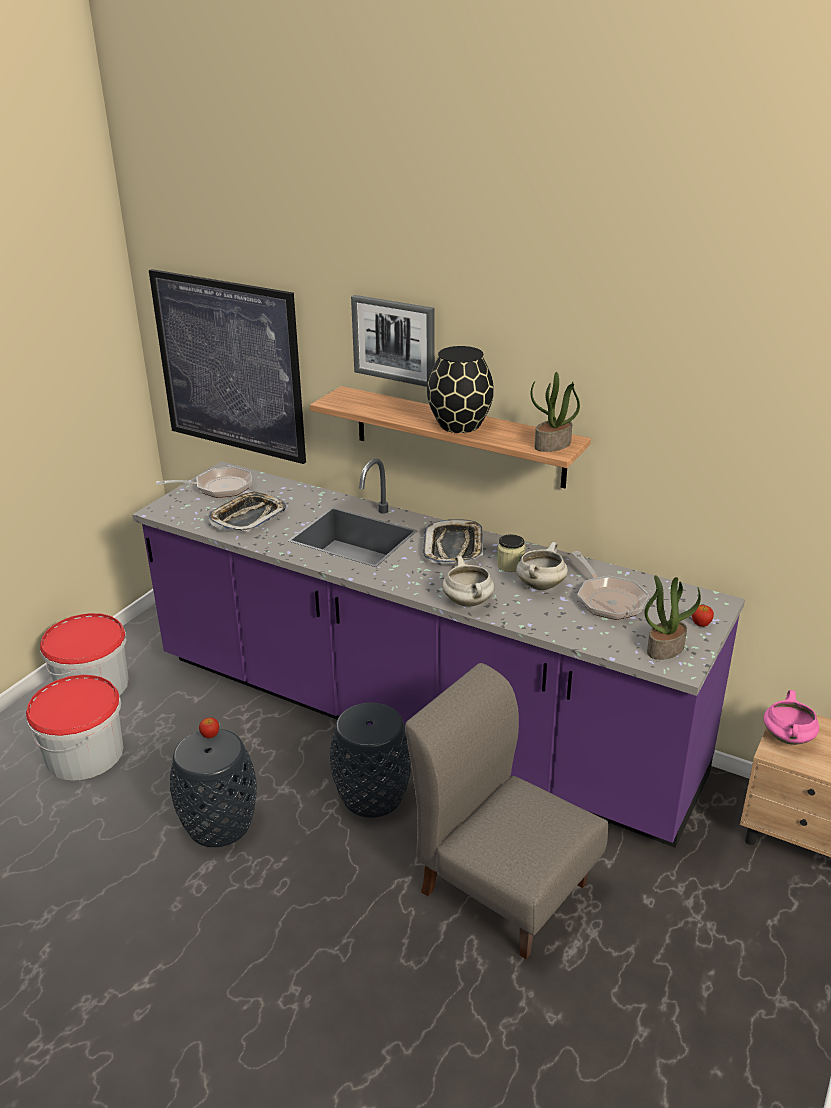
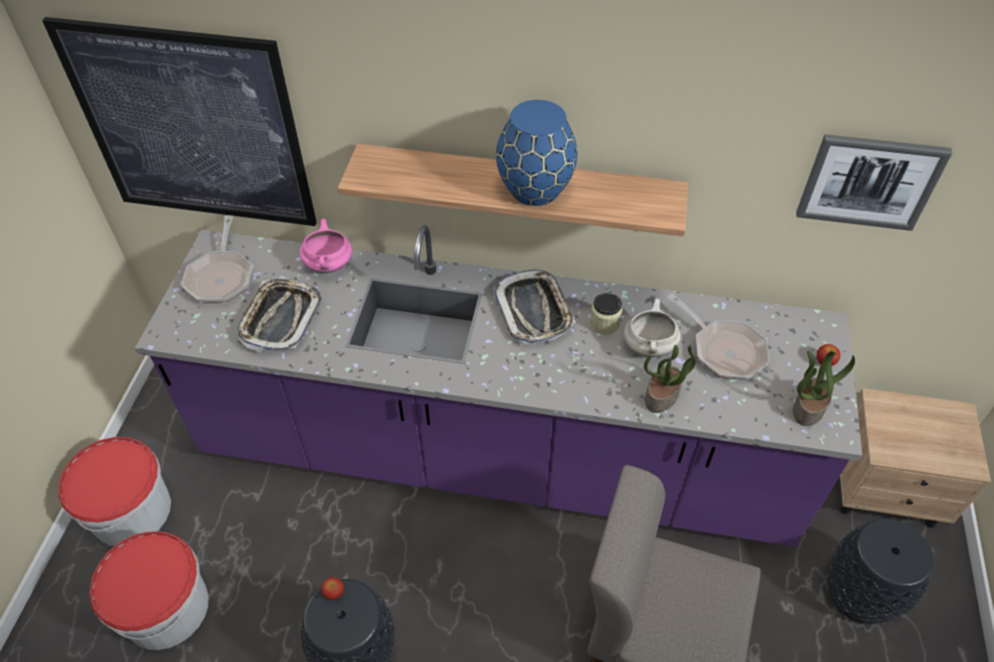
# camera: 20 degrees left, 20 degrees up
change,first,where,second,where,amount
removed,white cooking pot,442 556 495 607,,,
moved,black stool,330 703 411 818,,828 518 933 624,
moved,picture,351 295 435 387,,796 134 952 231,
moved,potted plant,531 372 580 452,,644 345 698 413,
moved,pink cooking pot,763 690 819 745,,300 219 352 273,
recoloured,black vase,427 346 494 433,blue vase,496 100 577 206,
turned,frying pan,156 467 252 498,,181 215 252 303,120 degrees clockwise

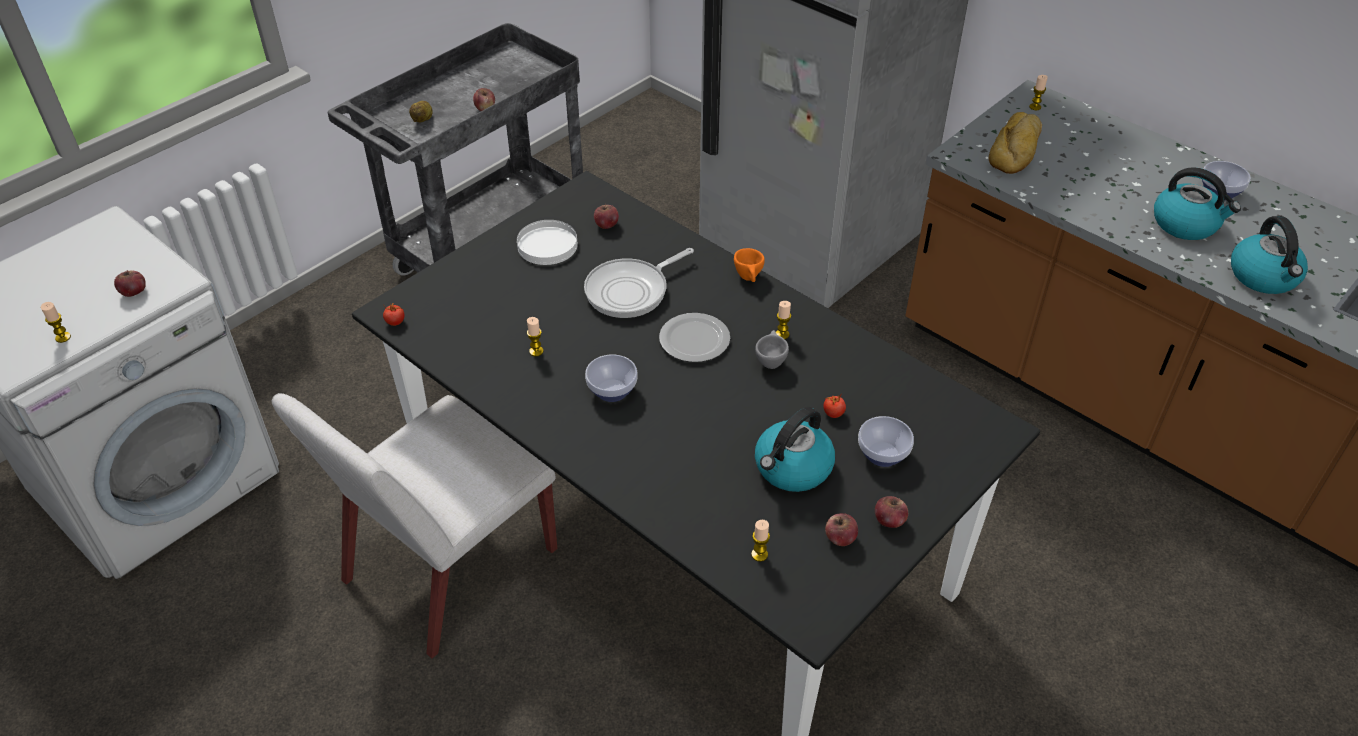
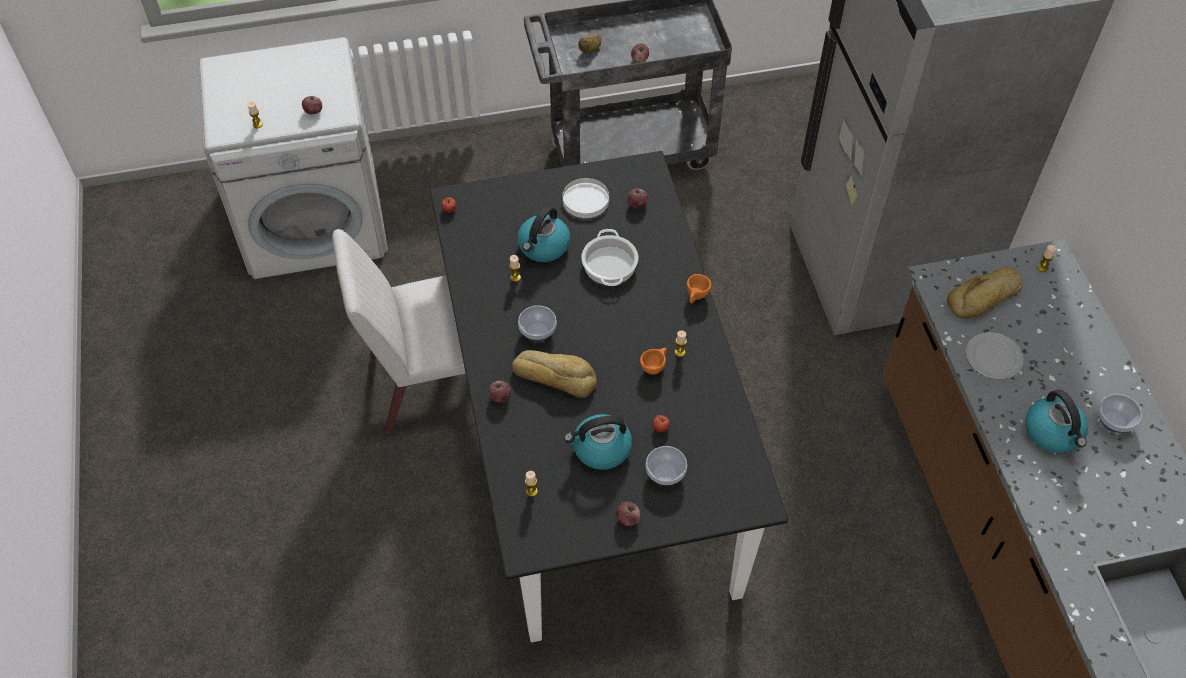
# camera: 35 degrees right, 10 degrees up
change,first,where,second,where,amount
added,,,bread,512 350 597 398,
moved,plate,659 313 730 362,,966 332 1024 380,
moved,apple,825 513 858 546,,489 381 511 403,
moved,kettle,1231 216 1308 294,,517 206 570 262,
replaced,frying pan,584 248 694 318,cooking pot,581 229 638 286,
recoloured,grey cup,755 330 789 369,orange cup,640 348 667 374,

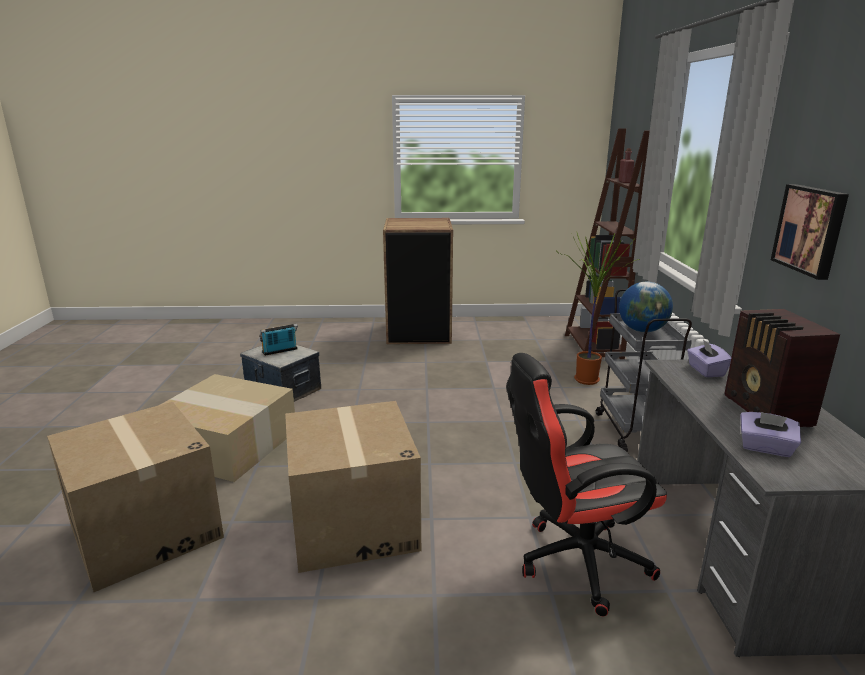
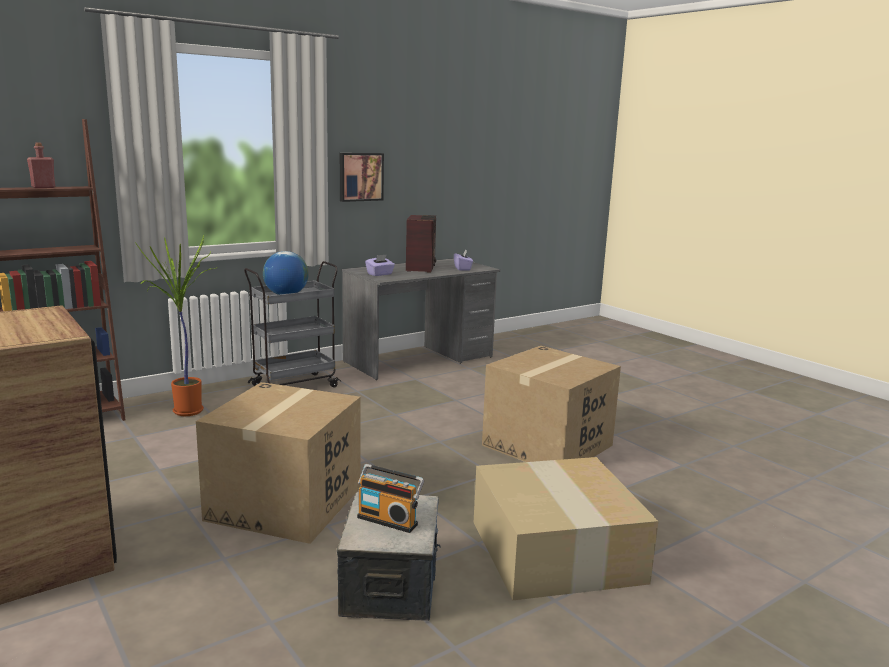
# camera: 125 degrees left, 5 degrees down
change,first,where,second,where,amount
removed,black office chair,506 353 667 617,,,
moved,cardboard box,47 402 224 592,,196 382 361 544,
turned,radio,724 309 840 427,,406 215 436 273,45 degrees counterclockwise

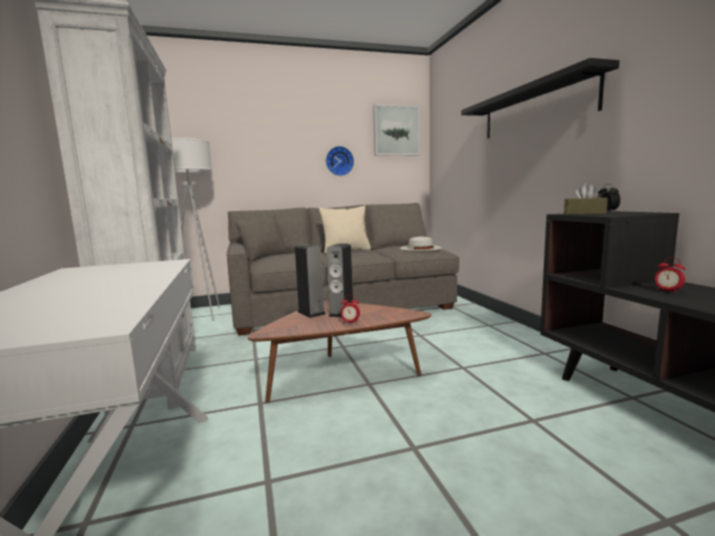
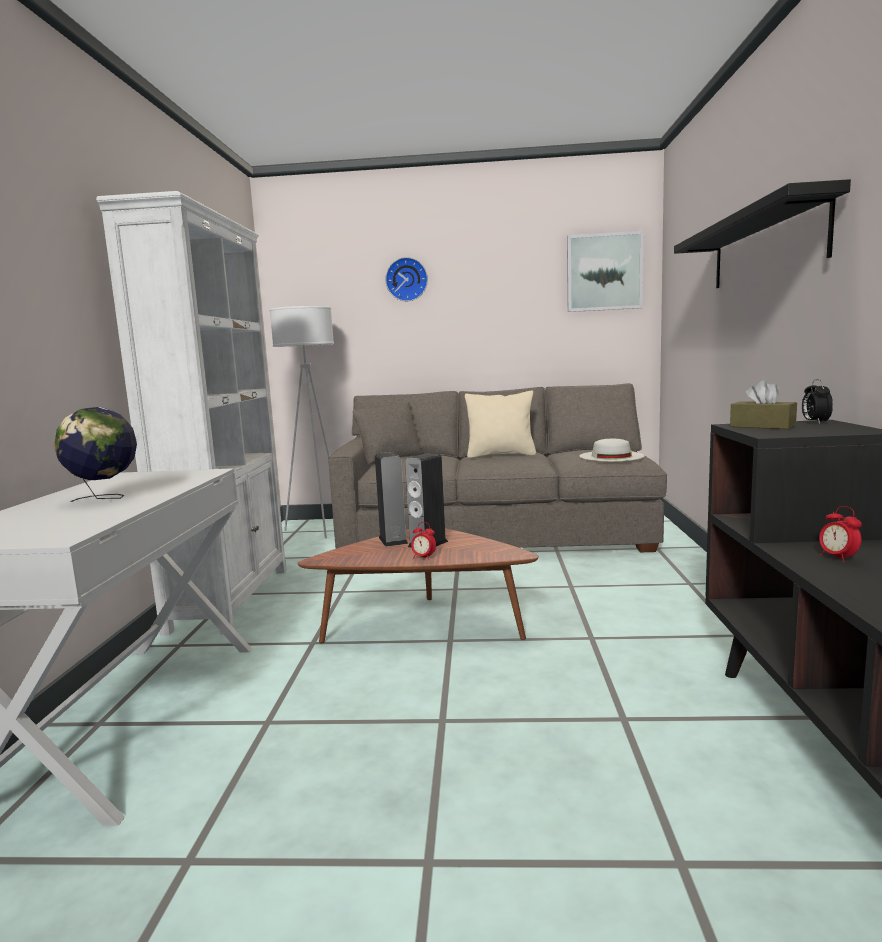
# camera: 20 degrees right, 0 degrees up
change,first,where,second,where,amount
added,,,globe,54 407 137 502,
moved,wall clock,326 146 354 176,,385 257 428 301,

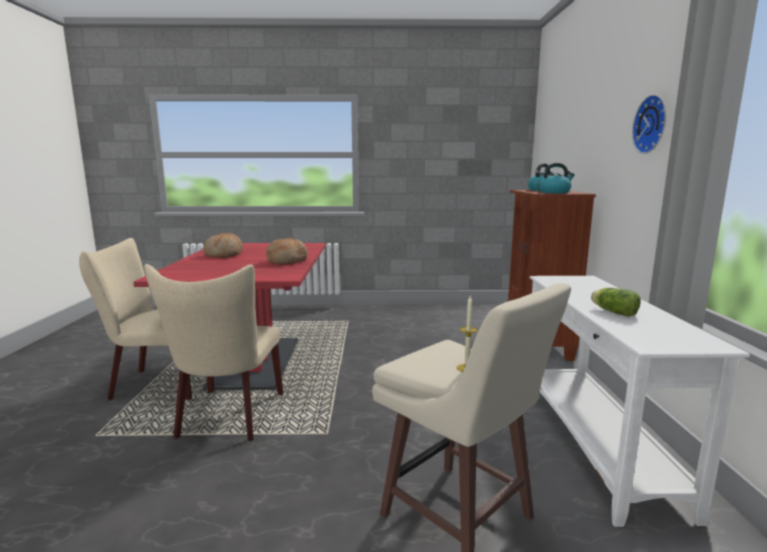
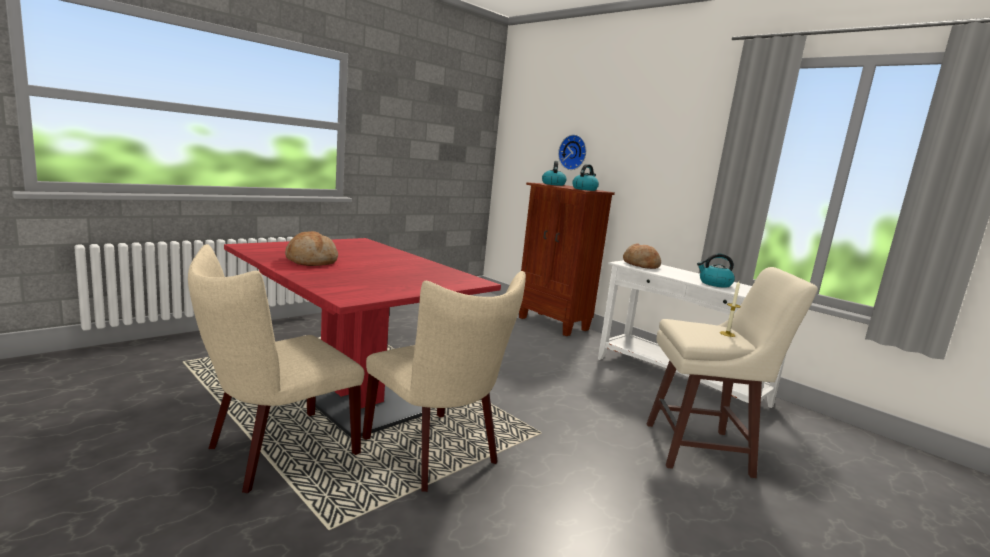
# camera: 45 degrees left, 0 degrees up
change,first,where,second,where,amount
moved,bread,266 238 308 265,,623 243 661 269,
moved,wall clock,632 94 666 154,,558 135 586 170,
replaced,lettuce,591 288 641 317,kettle,697 254 735 288,

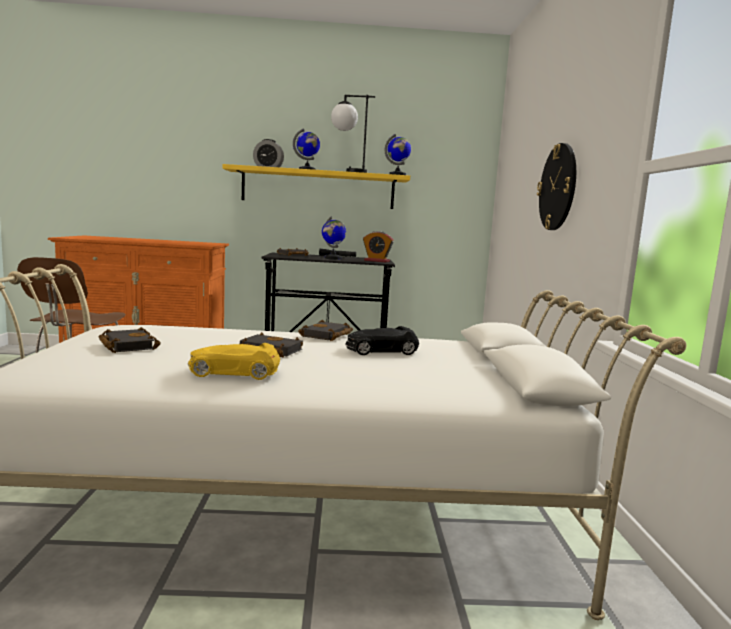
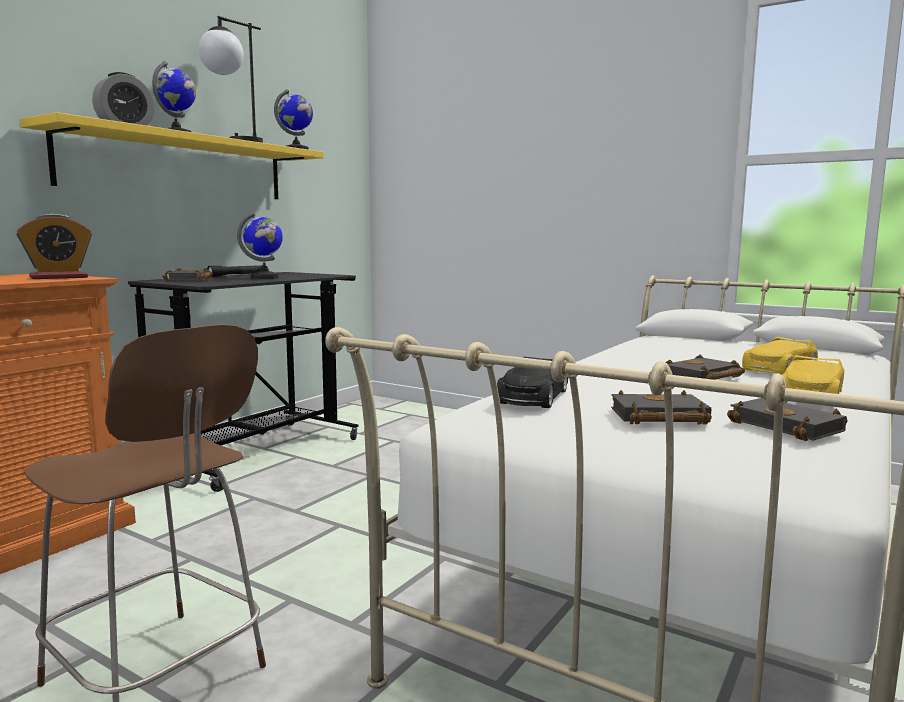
# camera: 55 degrees left, 0 degrees up
change,first,where,second,where,amount
removed,wall clock,537 143 576 230,,,
added,,,yellow toy car,742 337 818 375,
moved,black book,298 320 353 341,,727 398 848 441,
moved,black toy car,345 326 419 355,,497 357 568 408,
moved,alarm clock,363 231 394 262,,16 214 92 279,

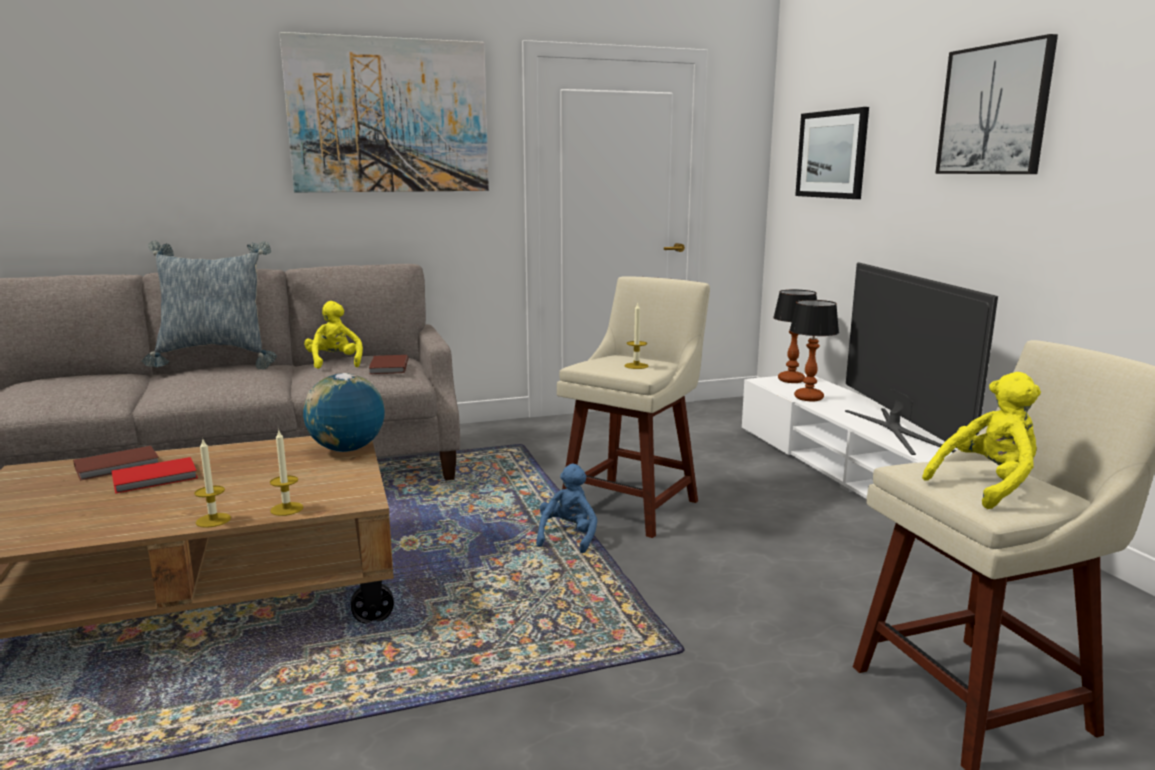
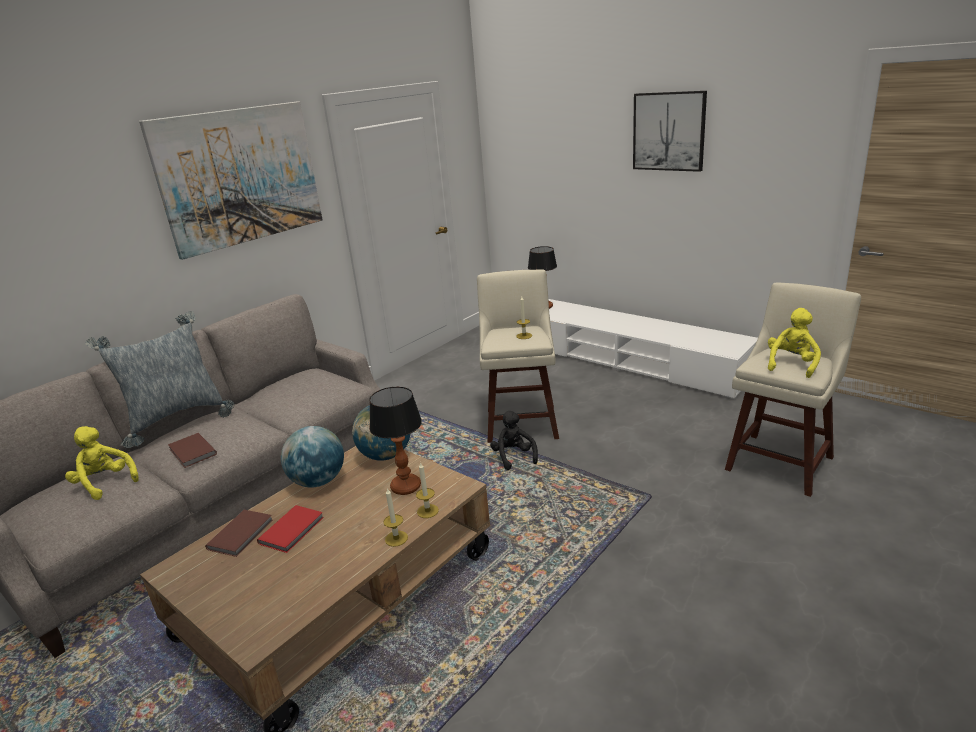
# camera: 30 degrees left, 10 degrees up
change,first,where,second,where,amount
removed,picture,795 107 869 199,,,
removed,television,845 262 998 455,,,
added,,,globe,281 426 344 488,
moved,yellow plush toy,304 301 363 369,,65 426 139 500,
moved,brown book,369 355 408 374,,168 433 217 468,
moved,table lamp,790 300 839 401,,369 387 422 495,
recoloured,blue plush toy,536 464 597 553,black plush toy,490 411 538 470,

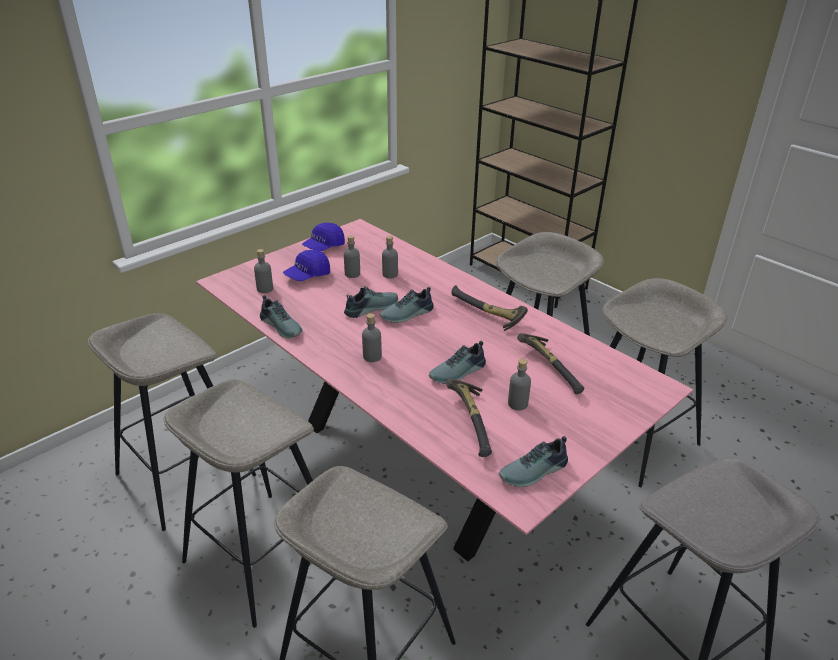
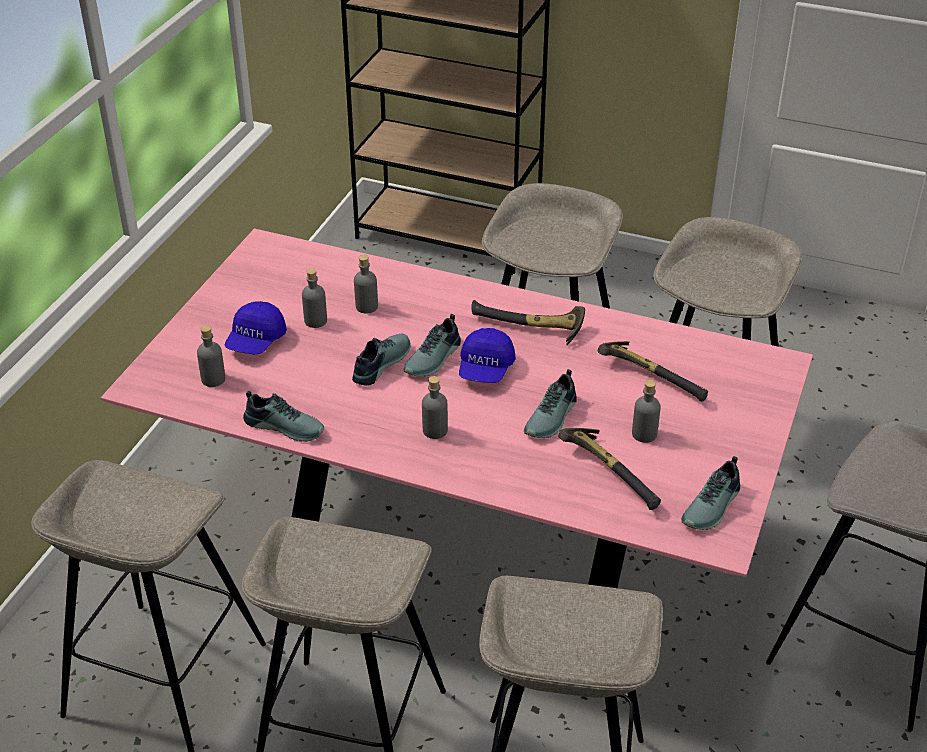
# camera: 25 degrees left, 5 degrees up
change,first,where,second,where,amount
moved,blue cap,302 223 345 251,,459 328 516 383,

